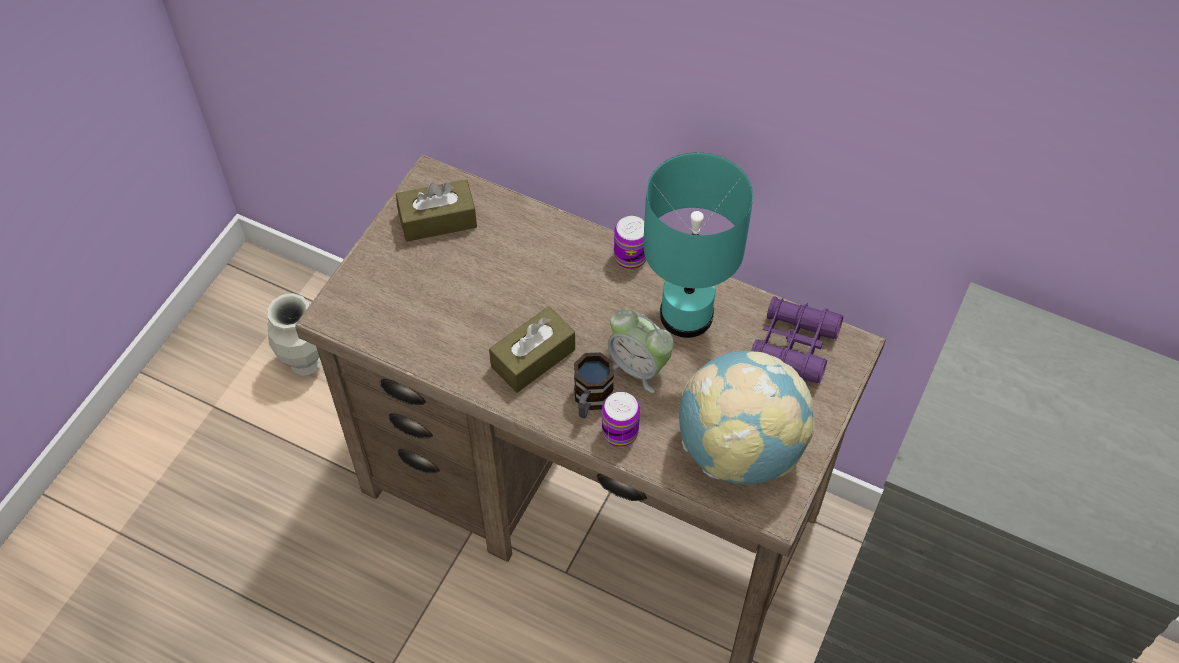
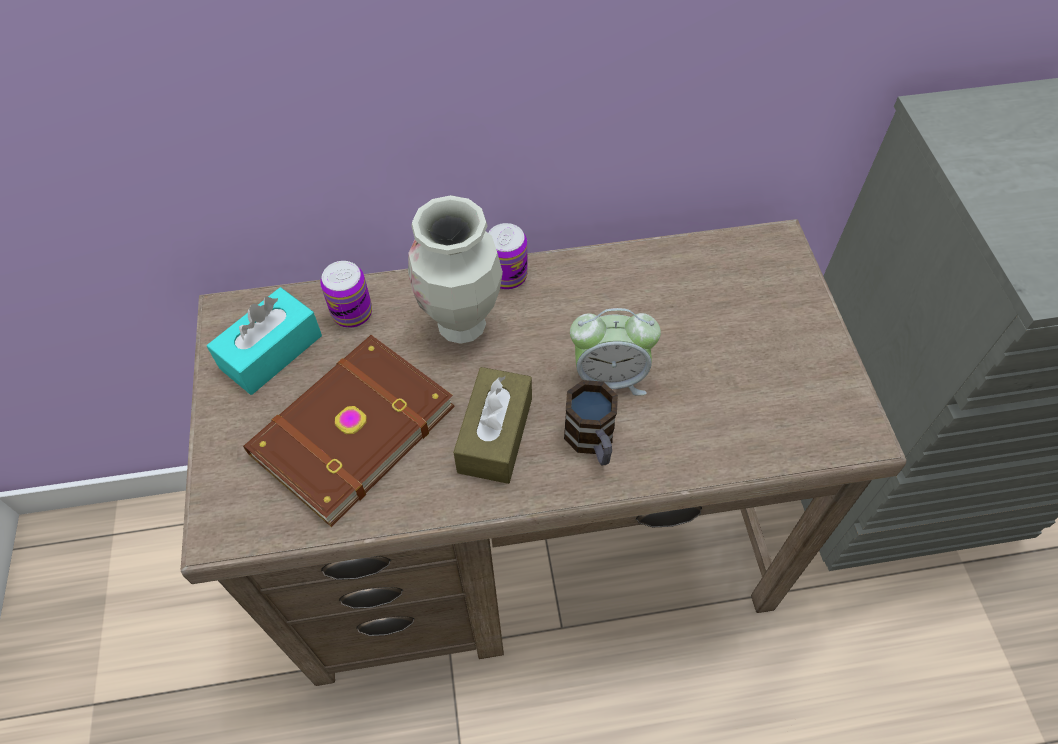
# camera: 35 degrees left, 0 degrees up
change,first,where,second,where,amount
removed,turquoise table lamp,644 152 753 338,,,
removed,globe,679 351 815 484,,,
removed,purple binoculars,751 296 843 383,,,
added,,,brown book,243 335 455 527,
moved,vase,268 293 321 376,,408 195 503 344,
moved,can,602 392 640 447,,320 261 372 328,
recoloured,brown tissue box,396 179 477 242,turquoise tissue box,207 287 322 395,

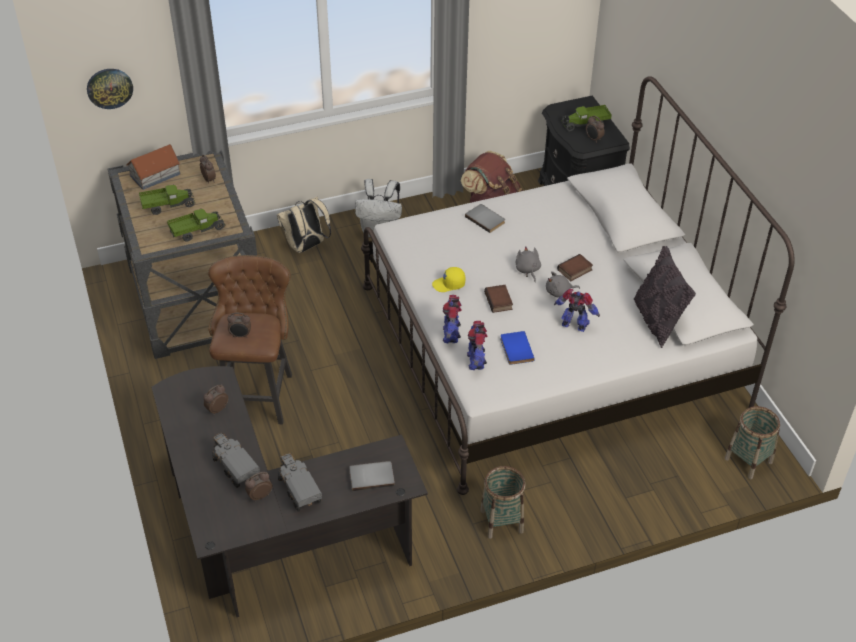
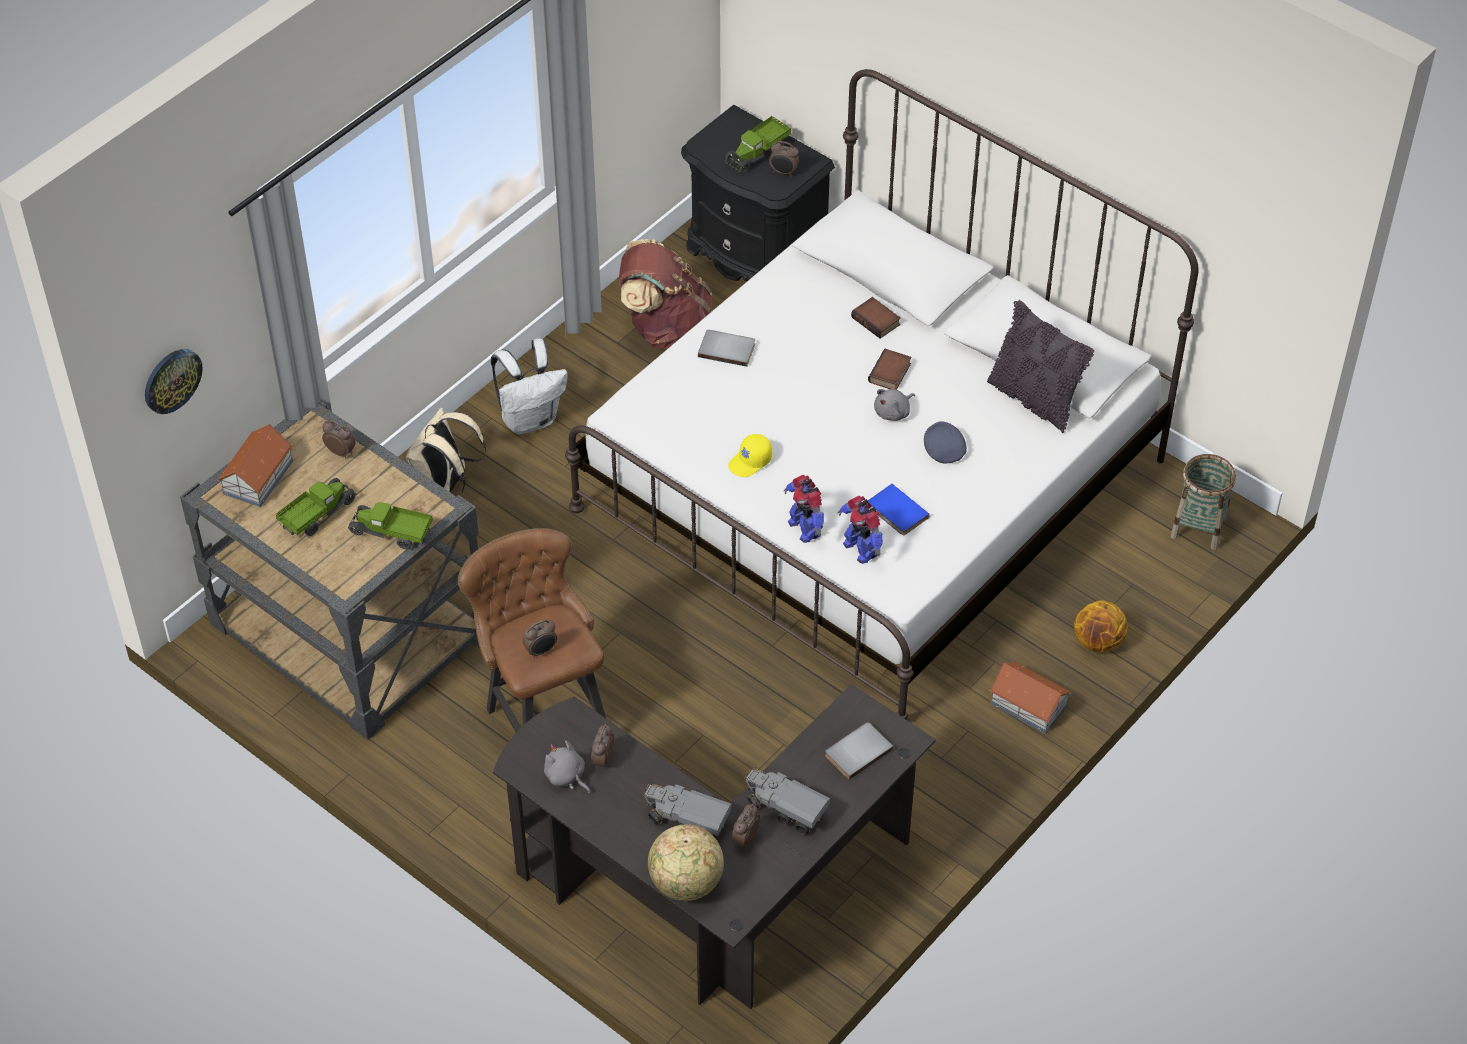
# camera: 30 degrees left, 5 degrees up
change,first,where,second,where,amount
removed,basket,480 466 525 539,,,
added,,,globe,648 825 724 901,
added,,,toy house,989 661 1072 734,
added,,,basketball,1074 600 1128 653,
moved,book,484 285 513 313,,851 297 901 339,
moved,grey plush toy,516 246 541 282,,544 741 590 793,
replaced,toy robot,554 289 600 332,grey cap,924 421 967 463,
turned,toy truck,167 209 225 241,,349 502 433 549,105 degrees counterclockwise

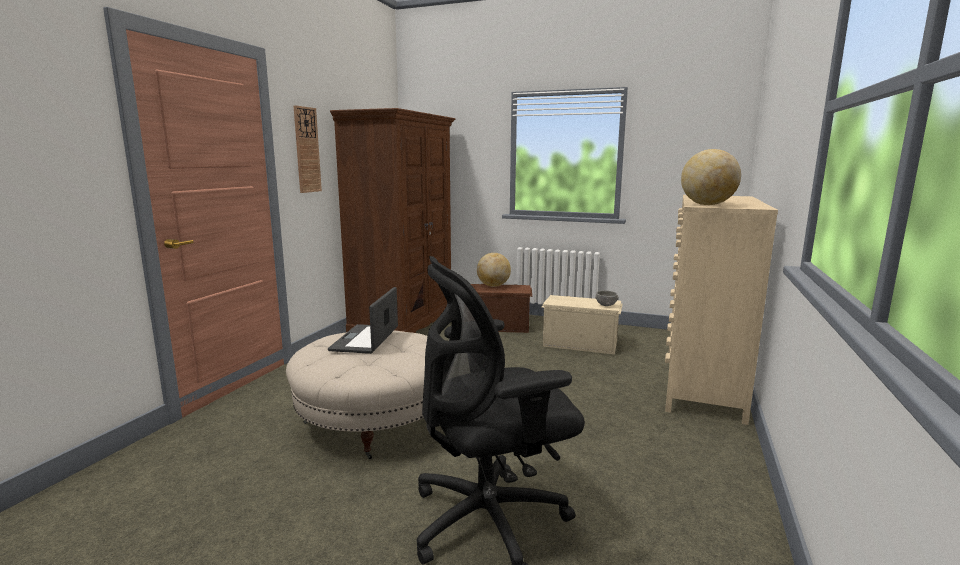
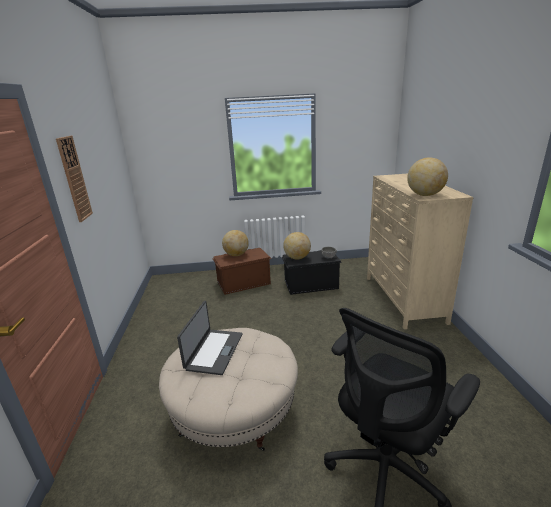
# camera: 25 degrees left, 10 degrees up
change,first,where,second,where,amount
removed,brown wardrobe,330 108 456 333,,,
added,,,globe,283 232 311 260,
recoloured,beige storage box,541 295 623 354,black storage box,282 250 342 295,
turned,laptop,328 287 398 354,,177 301 243 375,150 degrees counterclockwise

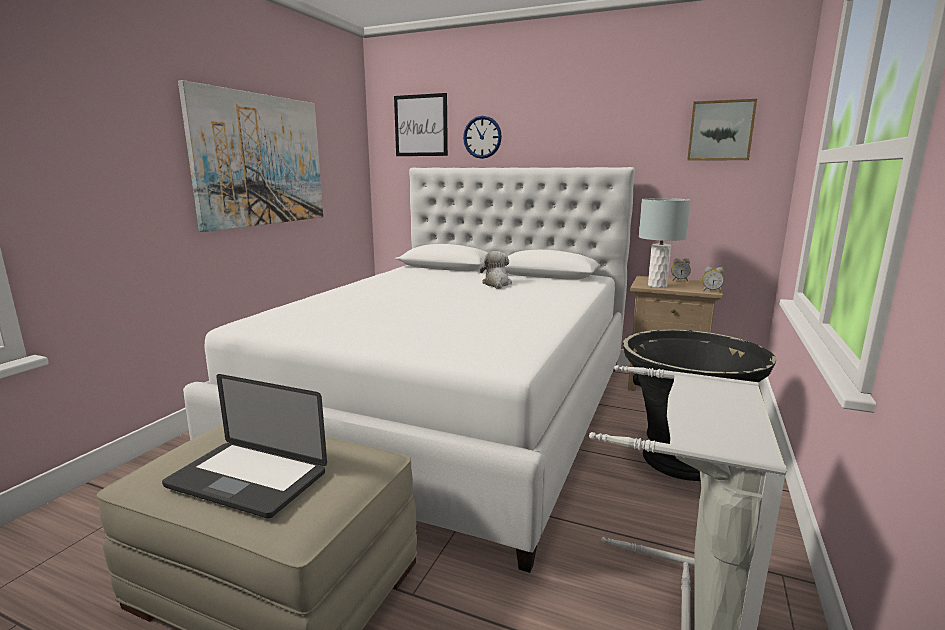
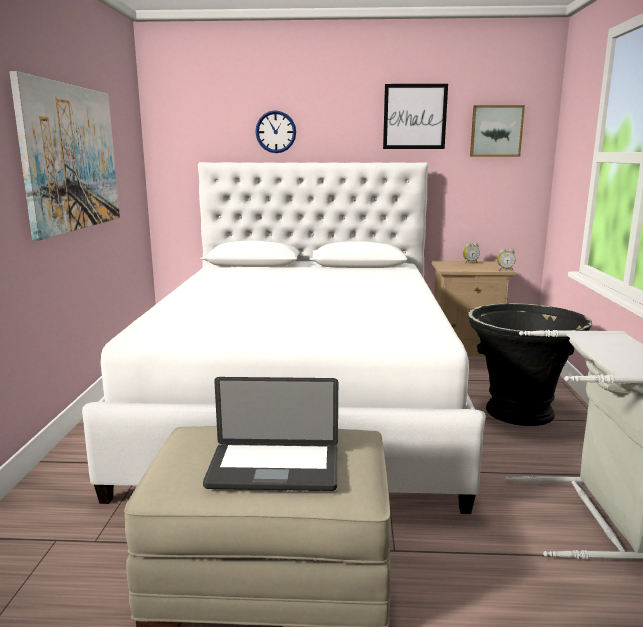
# camera: 20 degrees left, 0 degrees up
change,first,where,second,where,amount
removed,plush toy,480 251 512 289,,,
removed,grey table lamp,639 198 690 288,,,
moved,picture,394 93 448 156,,383 84 448 149,

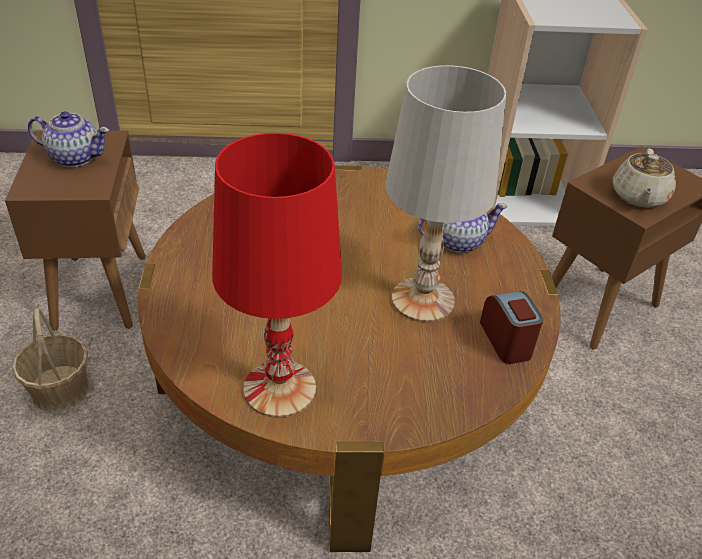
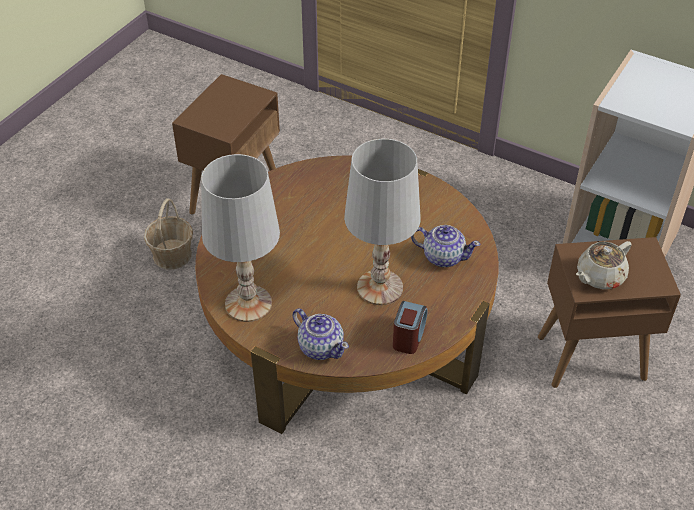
# camera: 35 degrees right, 5 degrees up
change,first,where,second,where,amount
moved,teapot,28 111 110 167,,293 308 349 360,
recoloured,red table lamp,212 133 342 418,white table lamp,201 154 280 322,

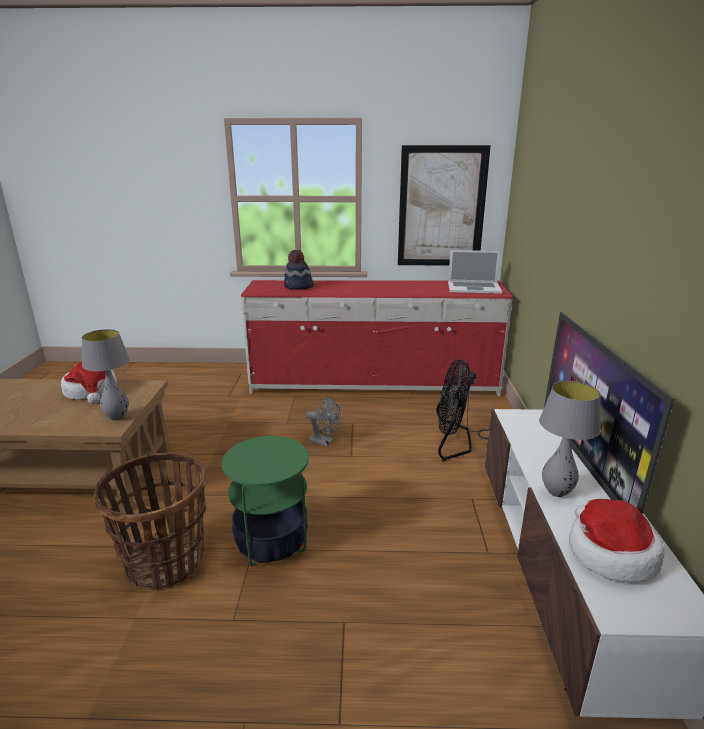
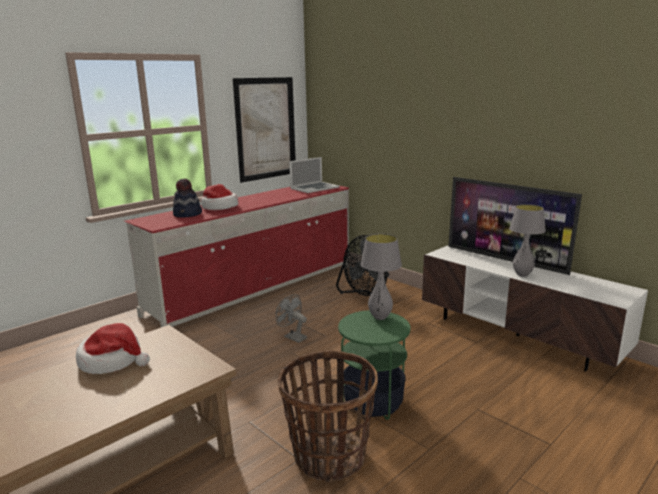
# camera: 45 degrees left, 5 degrees down
change,first,where,second,where,amount
moved,grey table lamp,82 329 130 421,,360 234 402 320,
moved,hat,569 499 665 582,,201 184 238 210,
turned,grey fan,305 397 341 447,,276 294 307 343,120 degrees counterclockwise

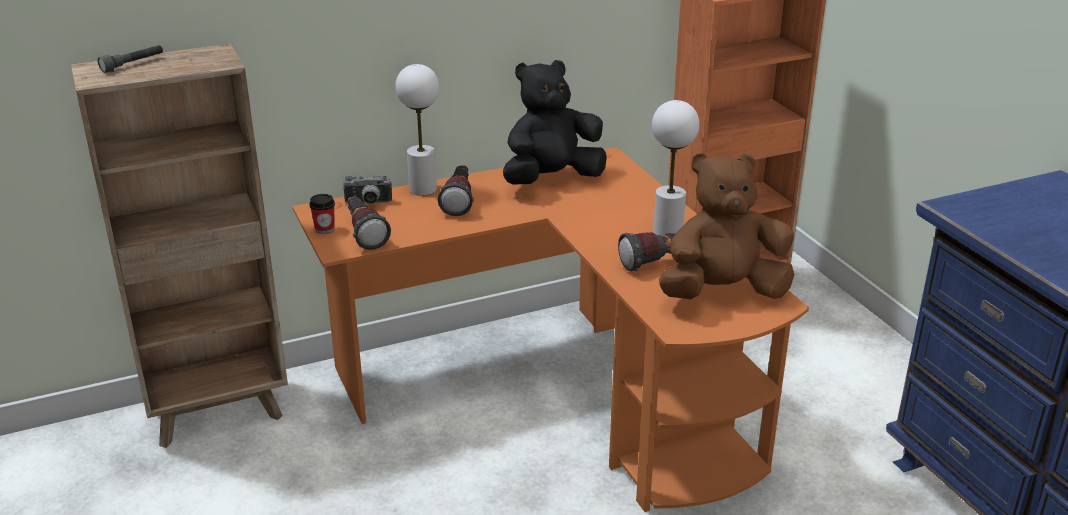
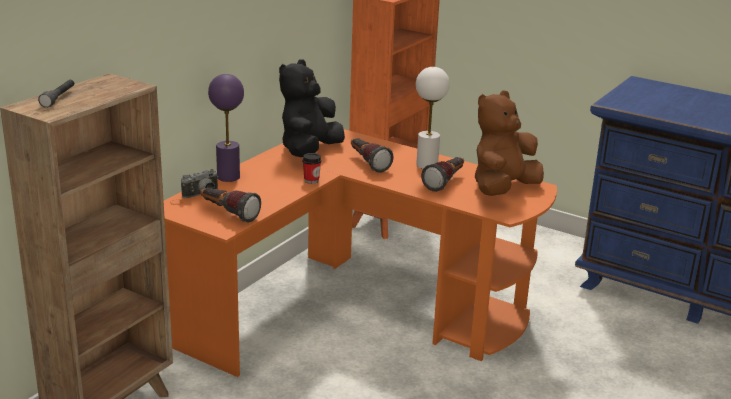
# camera: 35 degrees left, 5 degrees down
change,first,where,second,where,amount
moved,cup,309 194 335 234,,302 153 321 184,
moved,flashlight,437 165 474 216,,351 138 394 173,
recoloured,white table lamp,395 64 439 196,purple table lamp,208 74 244 182,

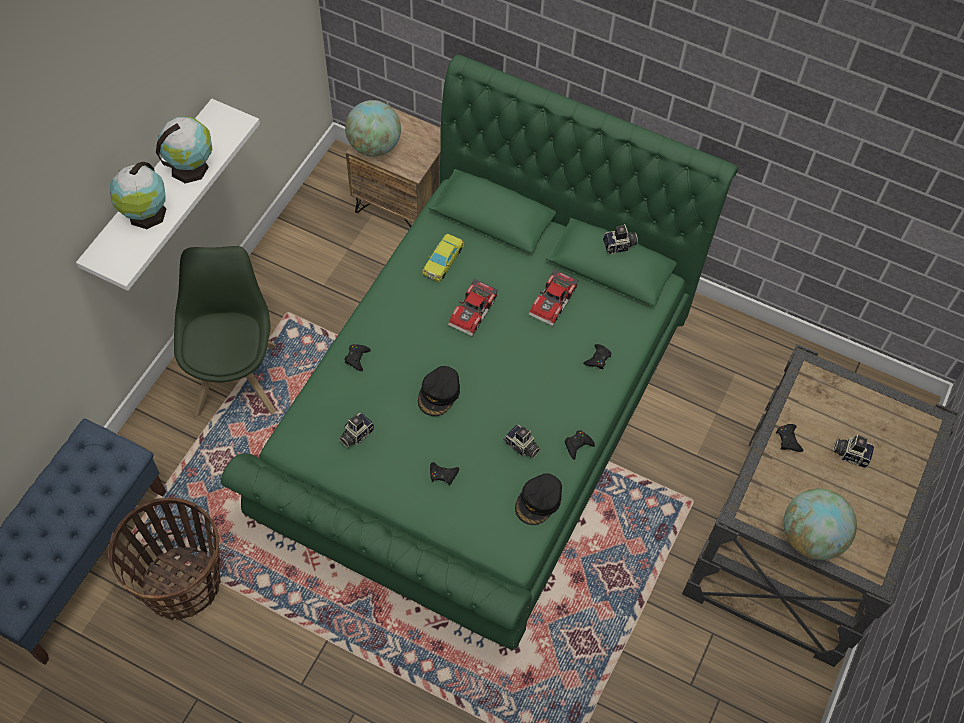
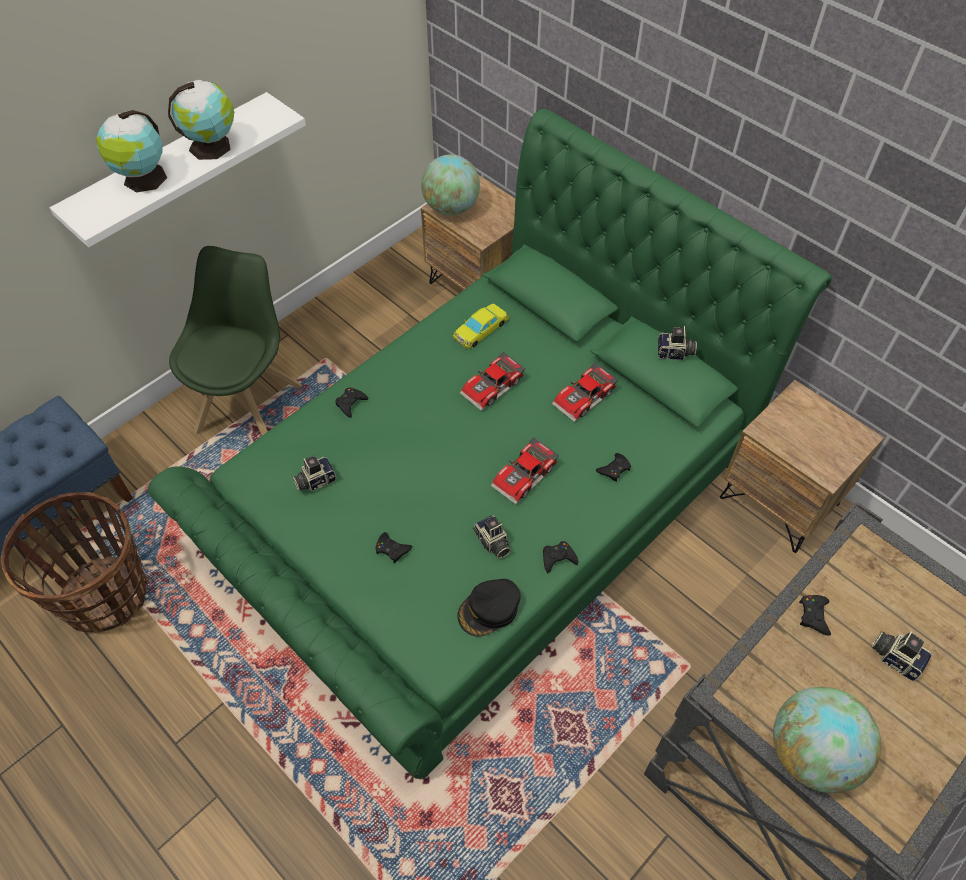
# camera: 20 degrees right, 5 degrees down
change,first,where,second,where,amount
removed,black cap,418 366 460 416,,,
added,,,toy car,491 437 559 505,
added,,,brown nightstand,720 380 884 553,

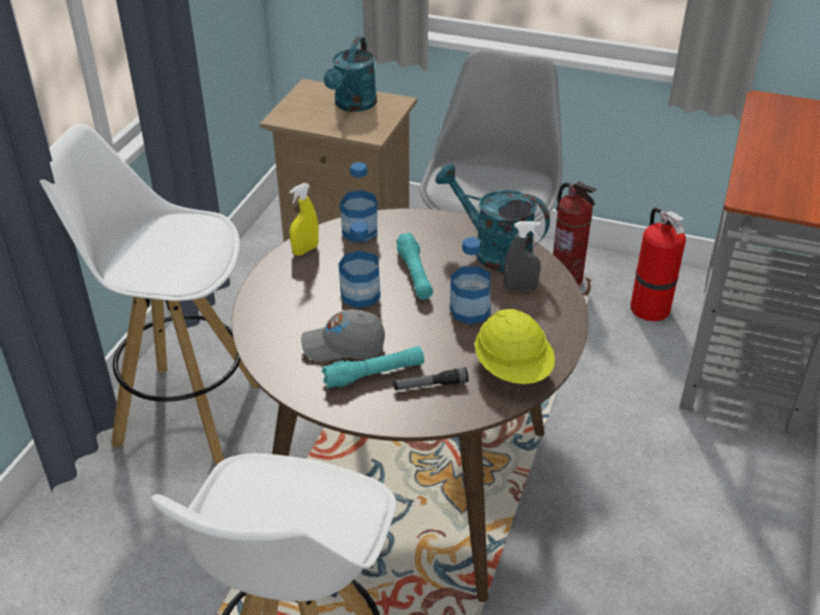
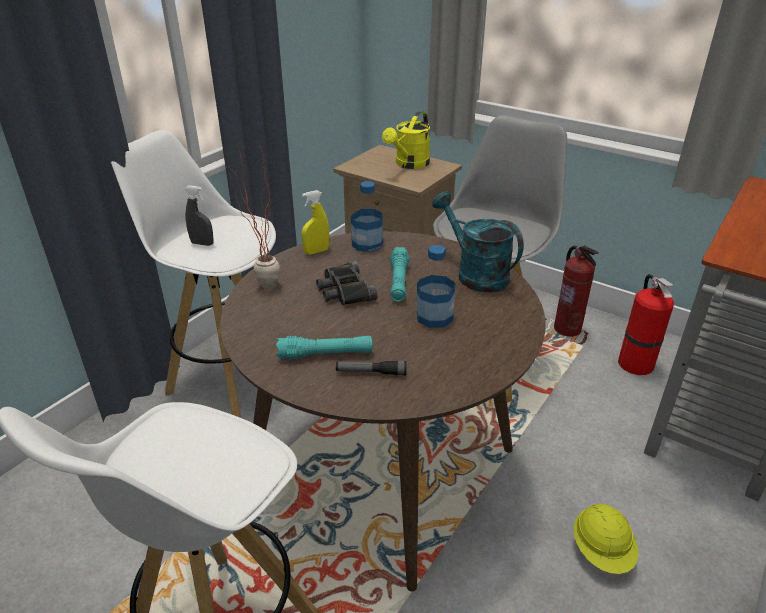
# camera: 15 degrees right, 5 degrees down
change,first,where,second,where,amount
removed,grey cap,301 309 385 362,,,
added,,,potted plant,226 134 280 289,
moved,yellow hard hat,475 309 555 384,,574 504 639 574,
moved,grey spray bottle,504 221 541 291,,184 185 214 246,
replaced,bottle,339 222 381 308,black binoculars,316 261 377 305,
recoloured,turquoise watering can,324 36 377 112,yellow watering can,382 111 430 169,

